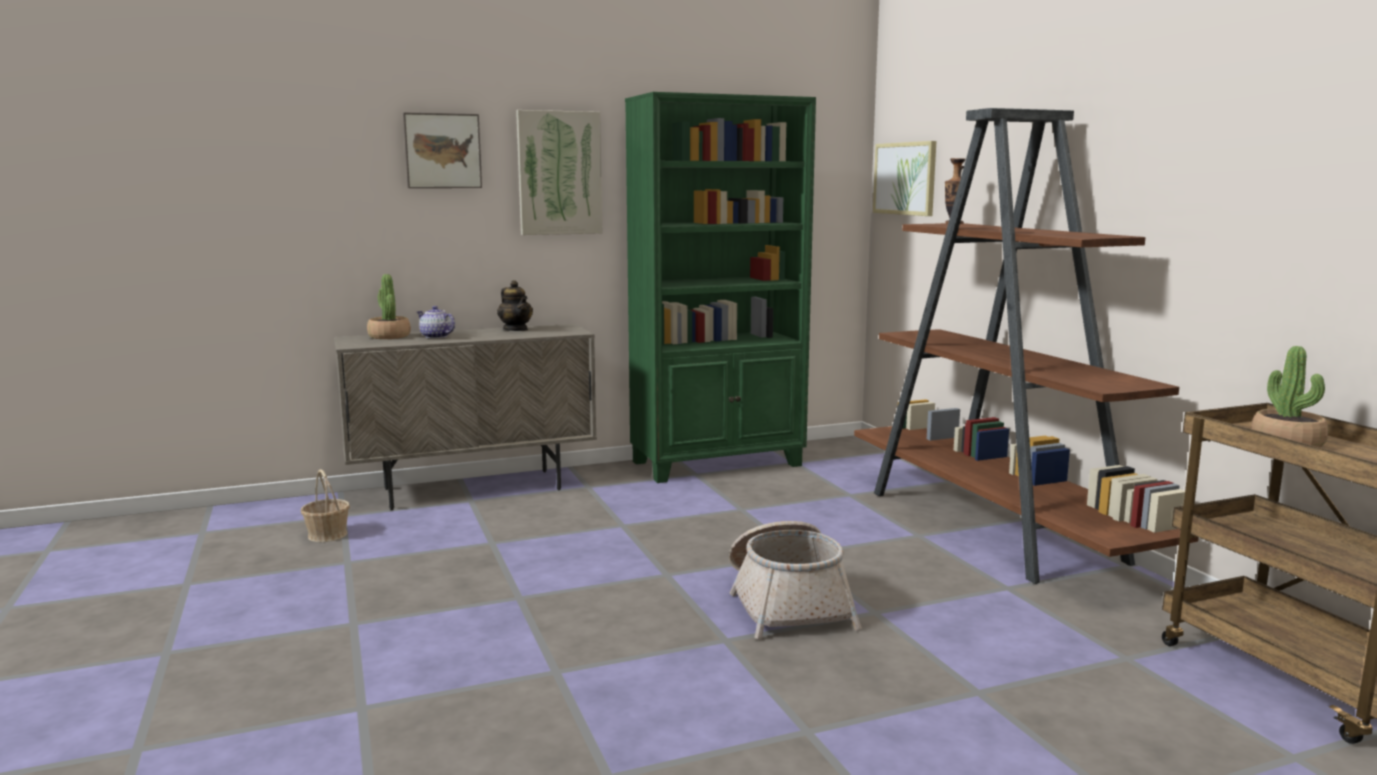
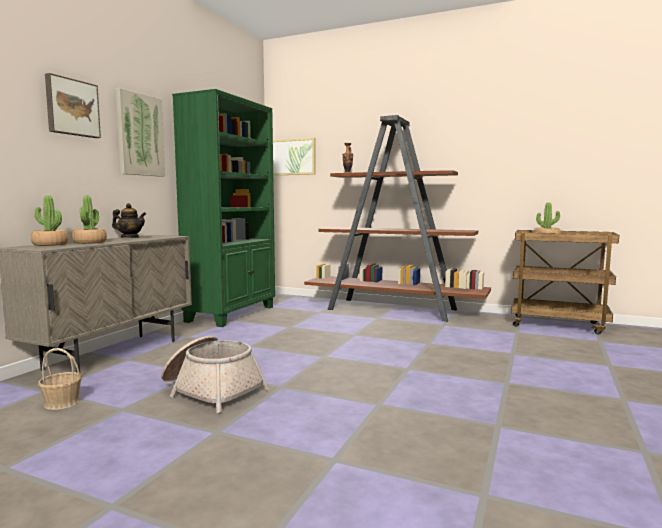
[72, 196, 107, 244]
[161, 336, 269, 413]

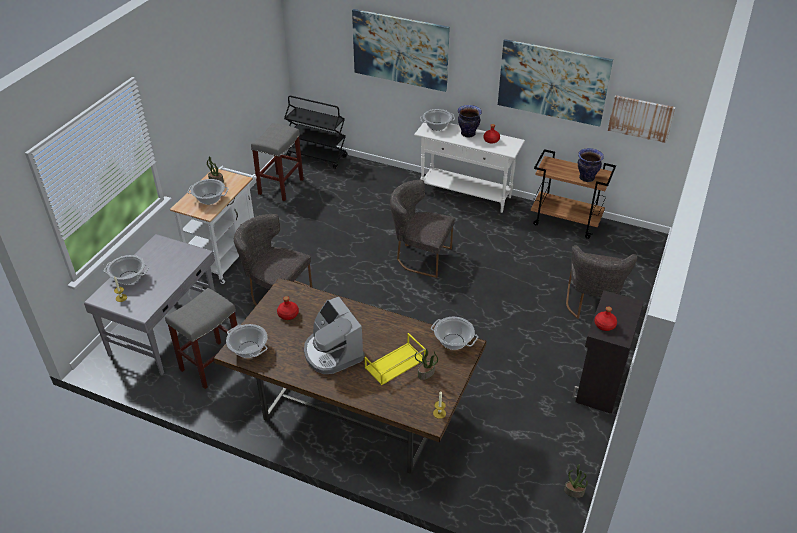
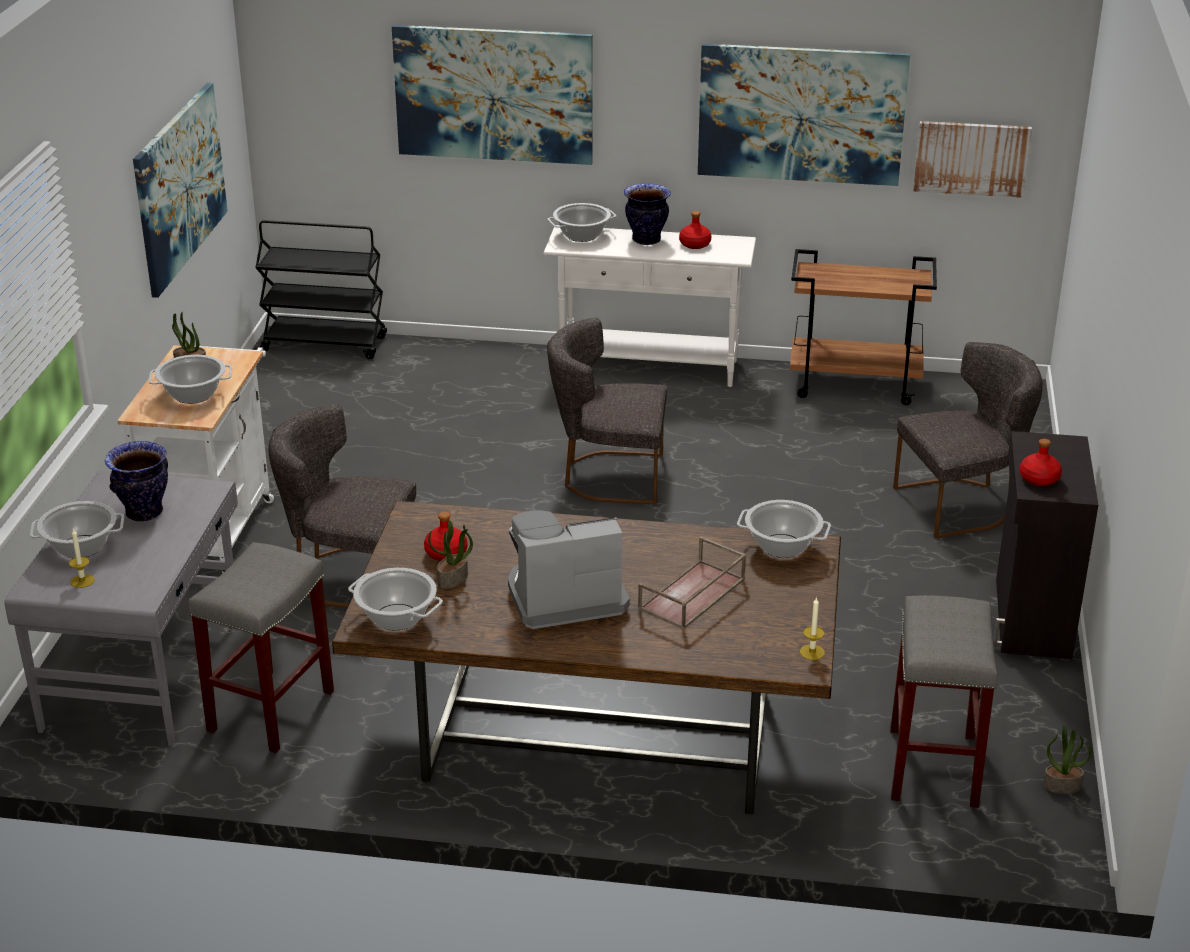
[890, 595, 997, 808]
[105, 441, 168, 522]
[893, 342, 1043, 539]
[508, 510, 630, 629]
[638, 537, 746, 630]
[428, 520, 473, 589]
[133, 83, 228, 298]

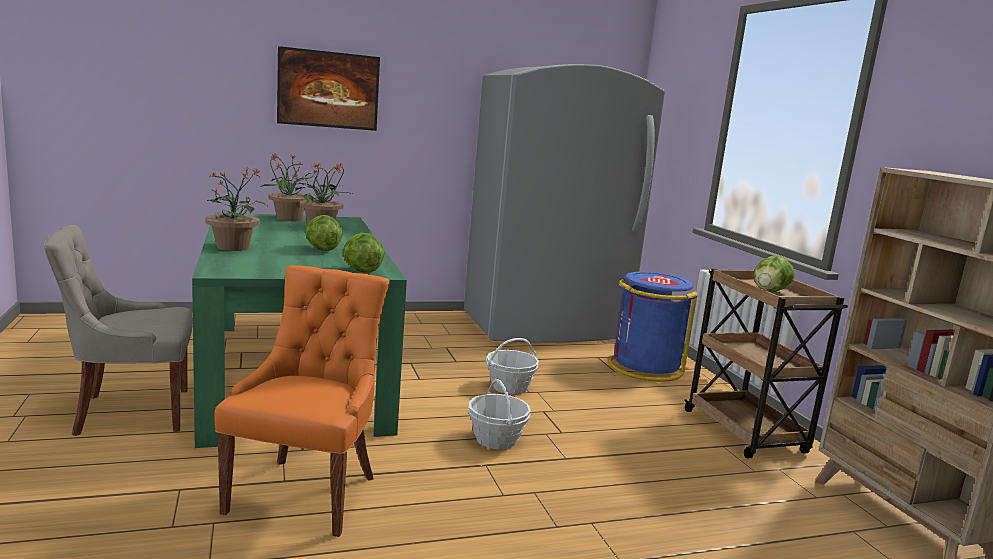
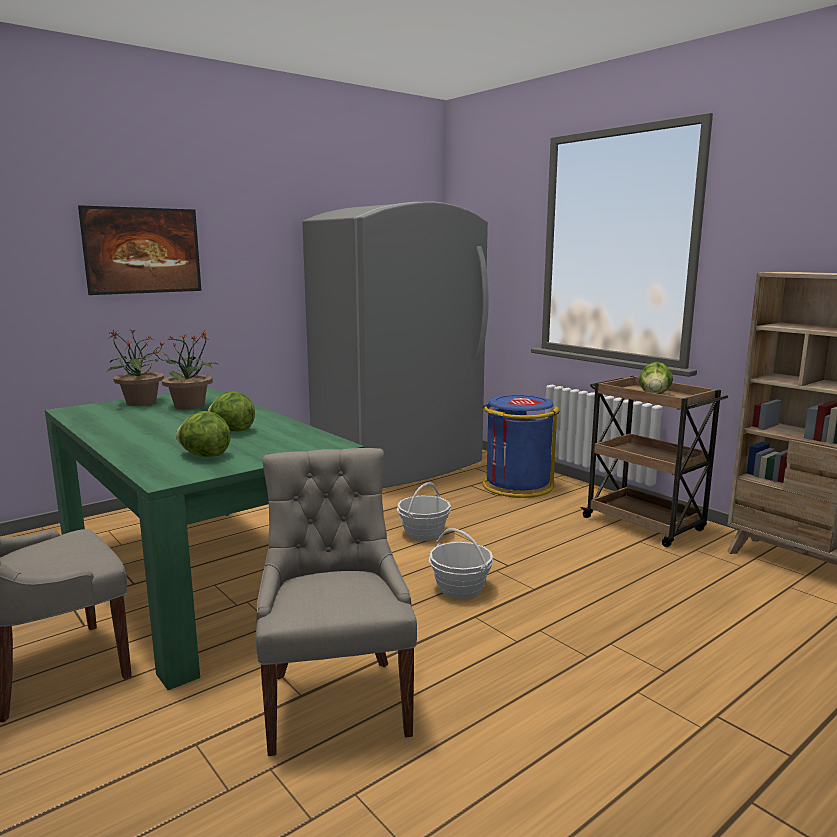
[205, 166, 267, 251] (first image)
[176, 411, 231, 457]
[255, 448, 417, 756]

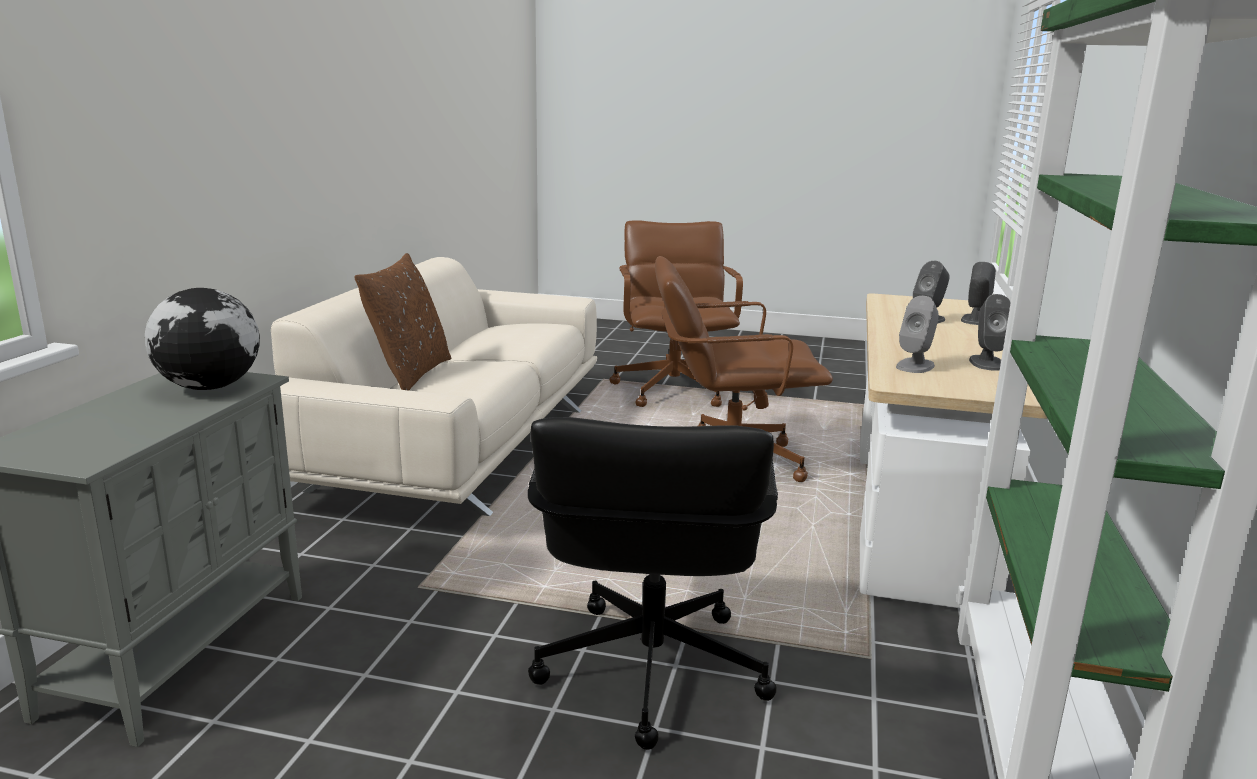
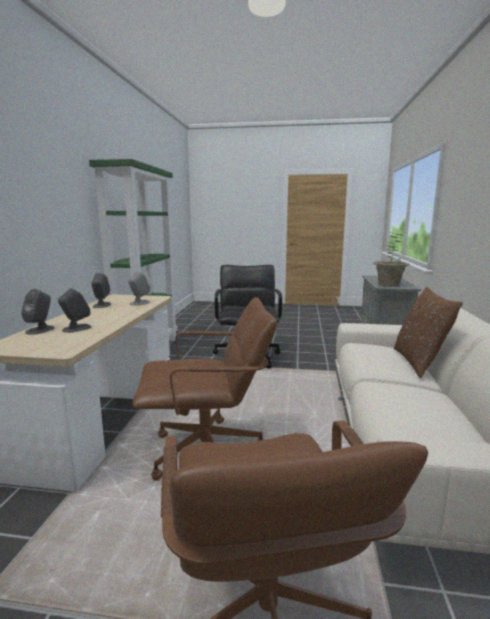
[373, 232, 409, 287]

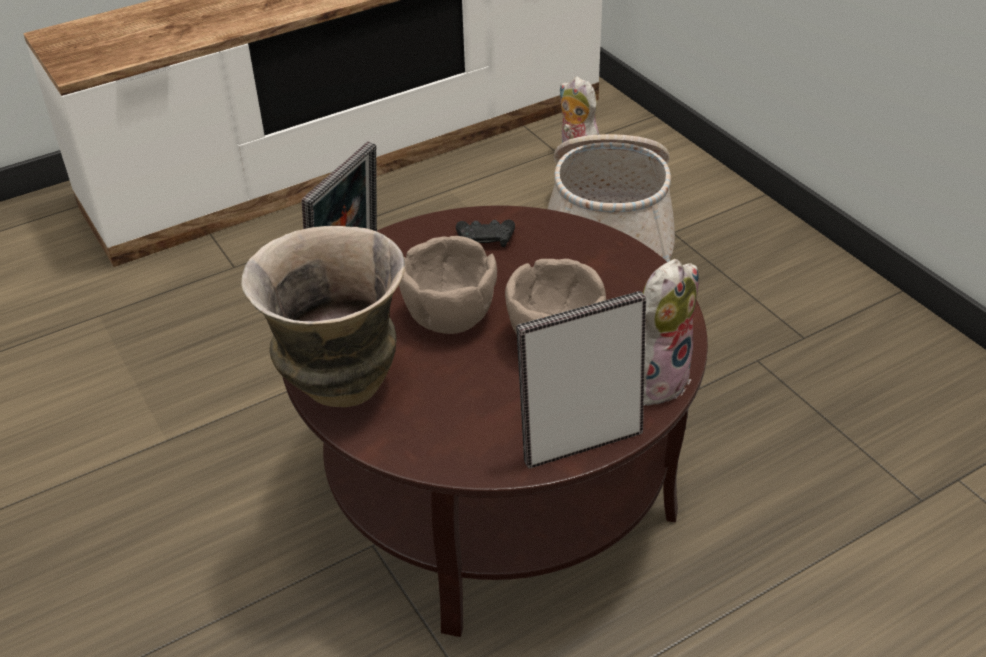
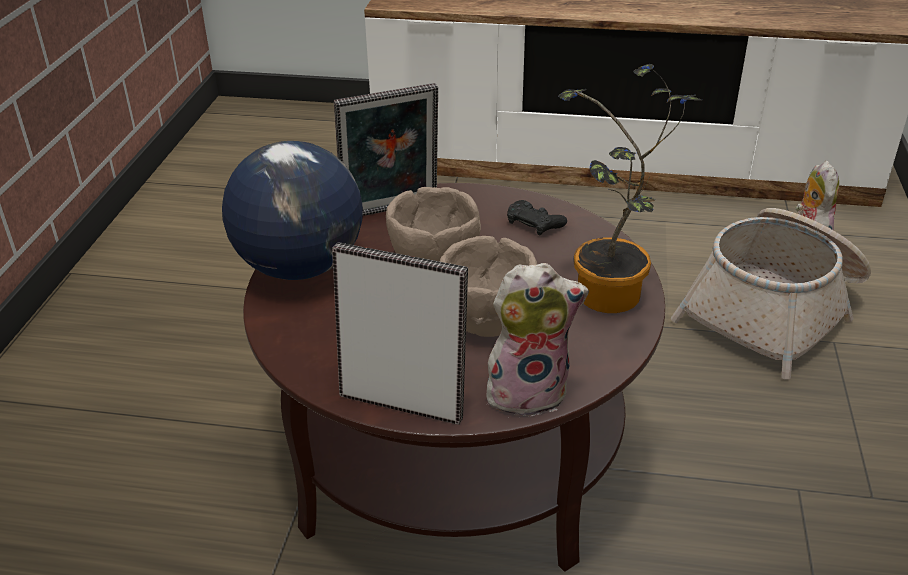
[222, 141, 363, 280]
[558, 64, 702, 313]

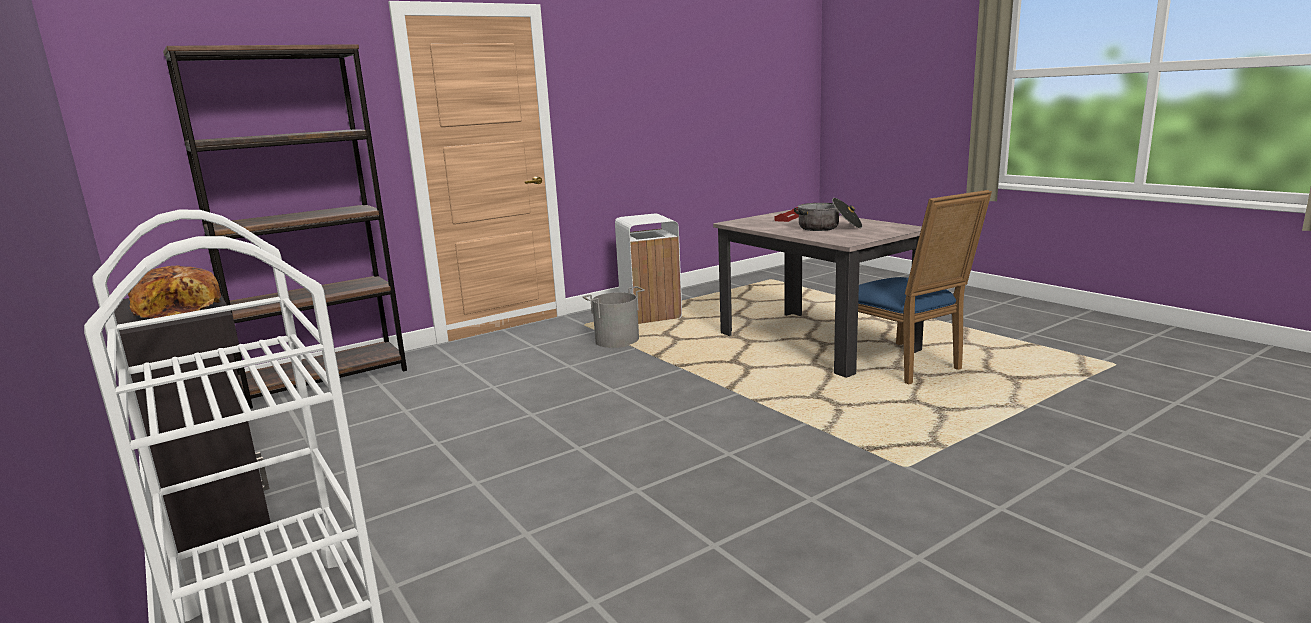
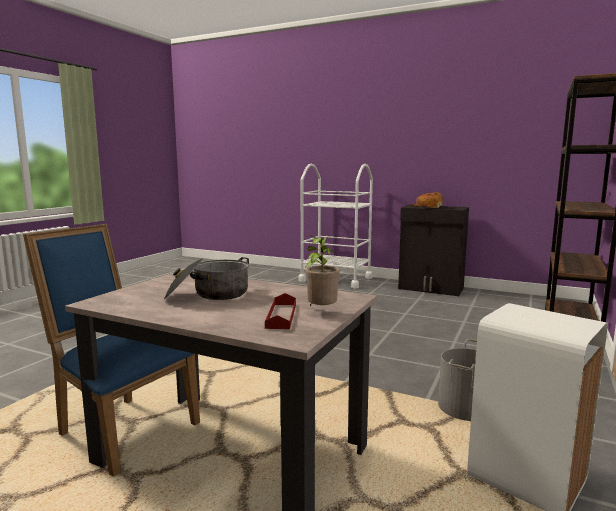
[305, 235, 340, 307]

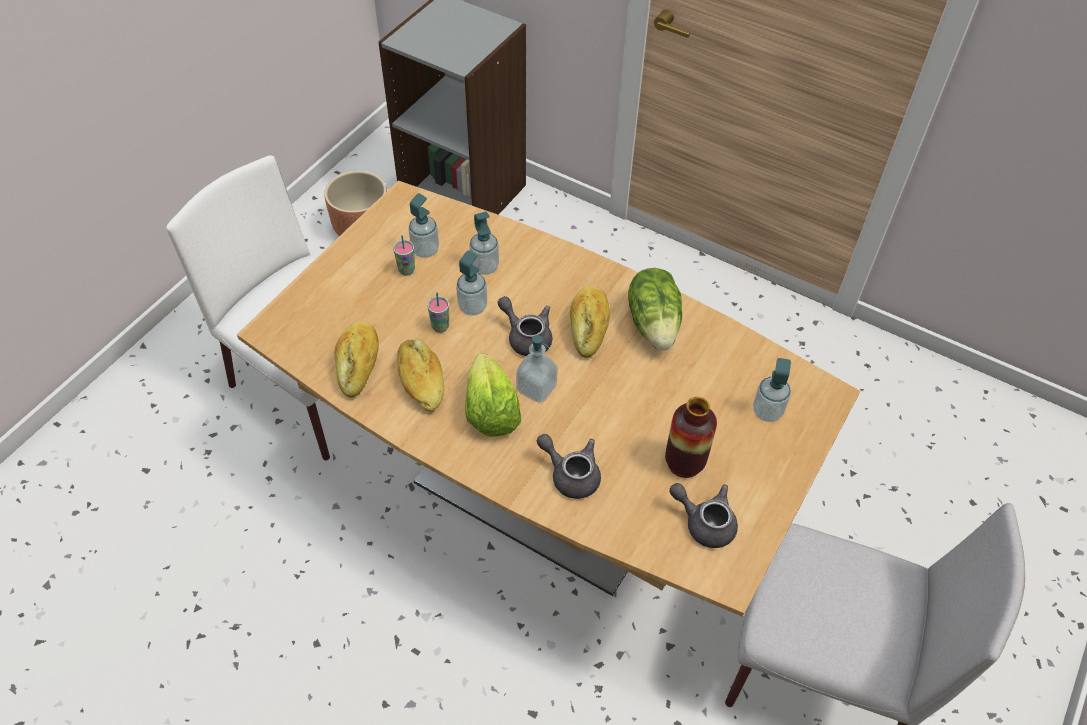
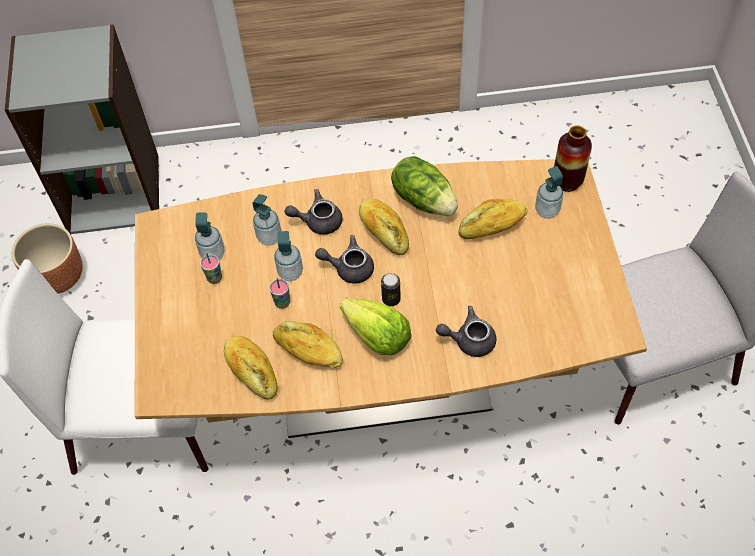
[381, 273, 401, 306]
[554, 125, 592, 192]
[285, 189, 342, 235]
[458, 199, 527, 239]

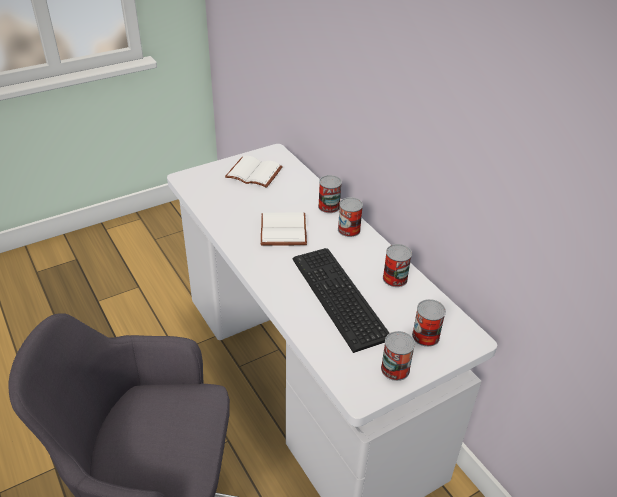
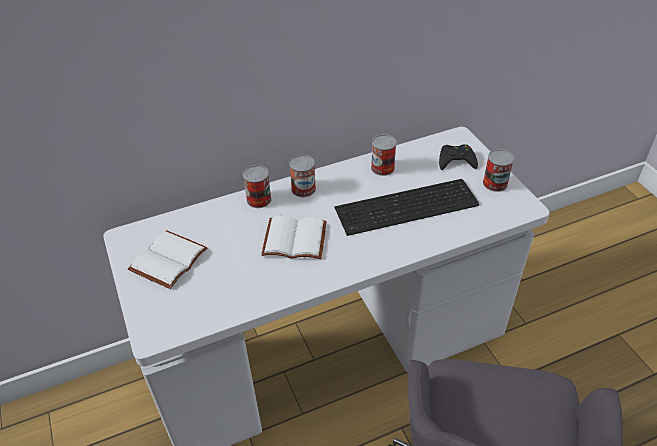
[439, 144, 478, 170]

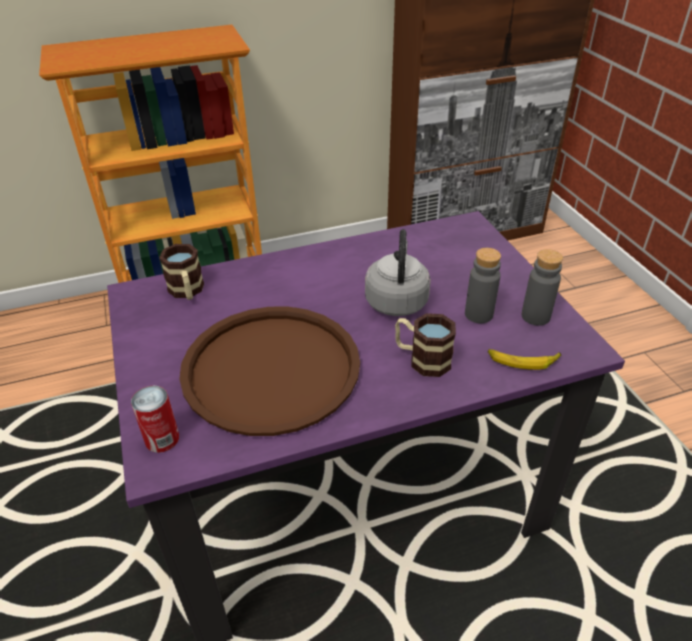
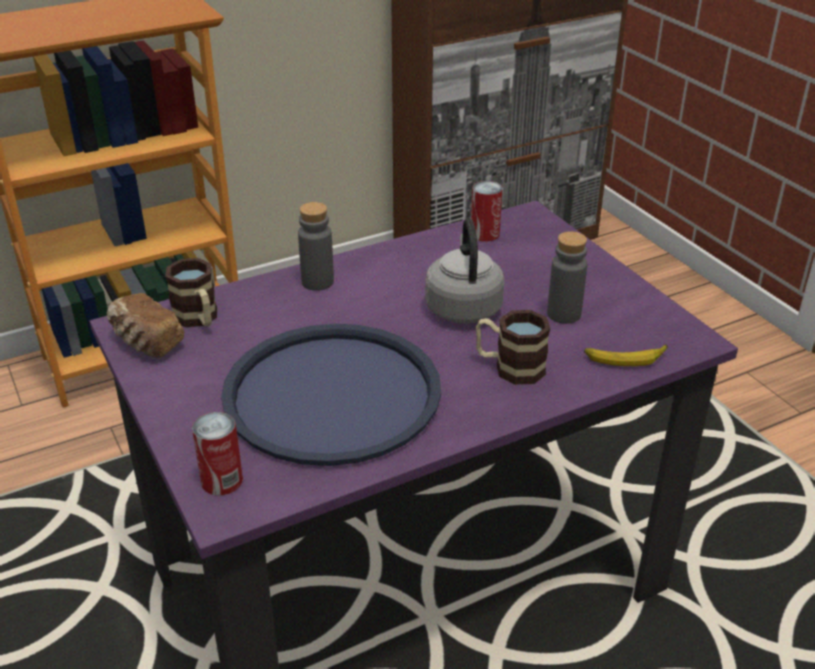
[298, 202, 334, 291]
[221, 324, 441, 466]
[471, 181, 503, 242]
[107, 293, 184, 358]

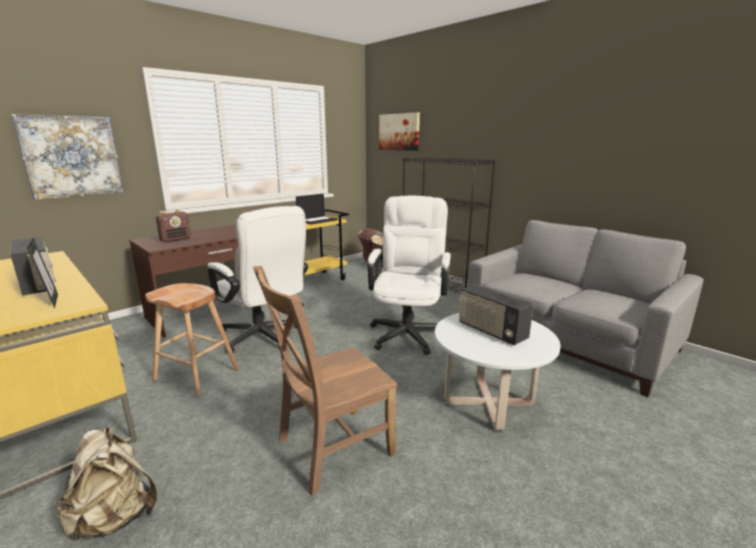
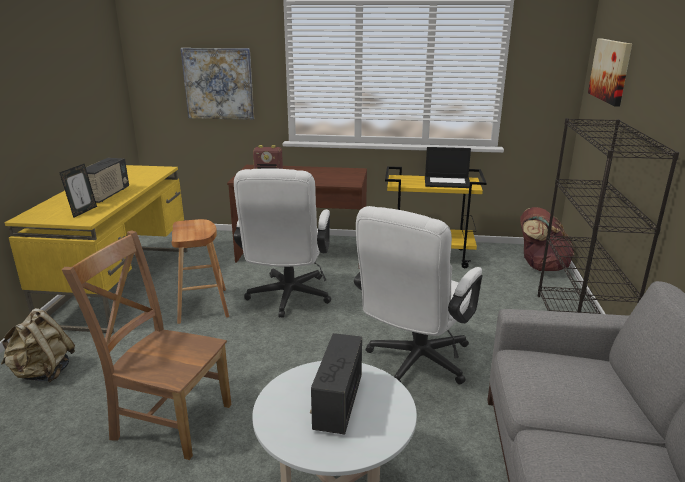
[354, 206, 482, 384]

